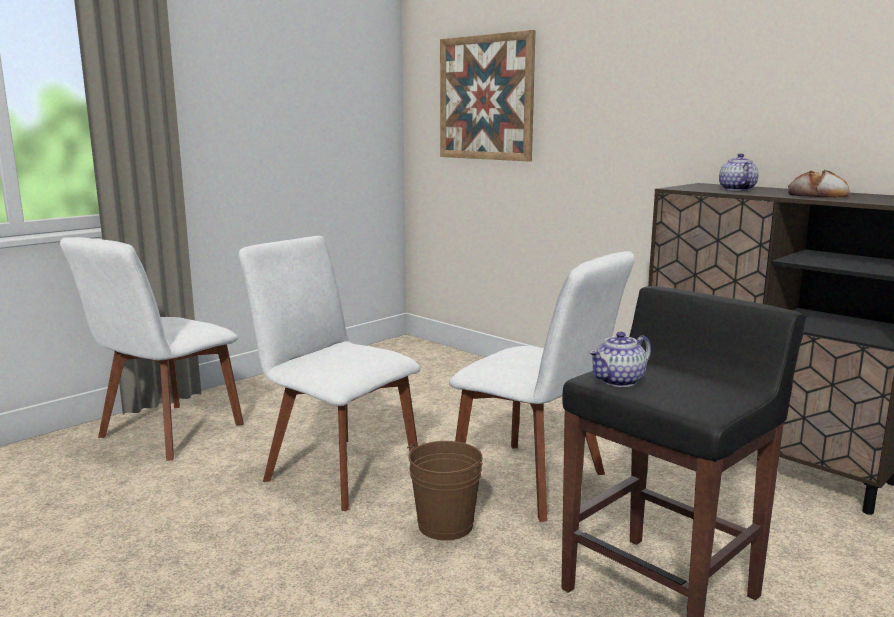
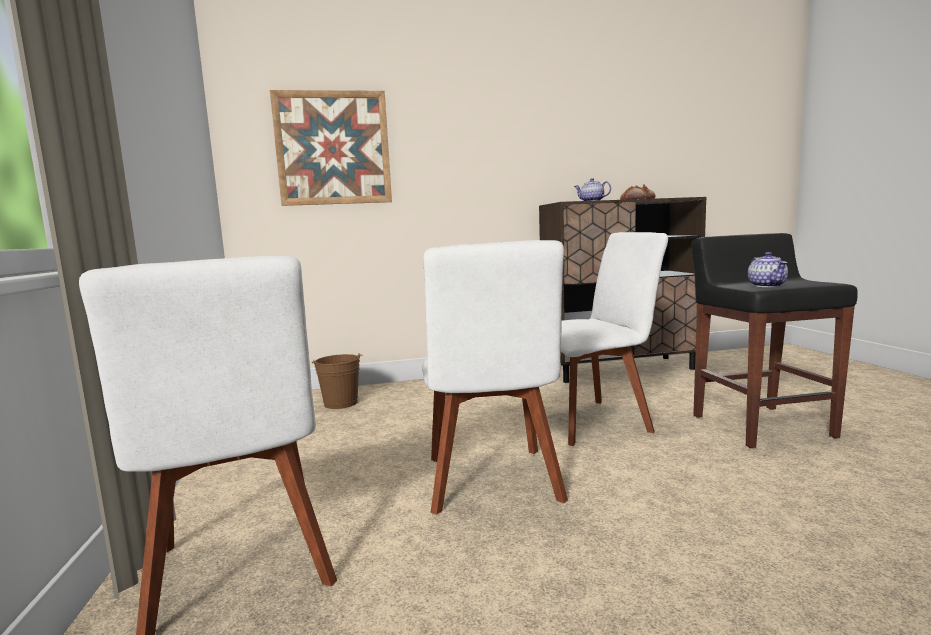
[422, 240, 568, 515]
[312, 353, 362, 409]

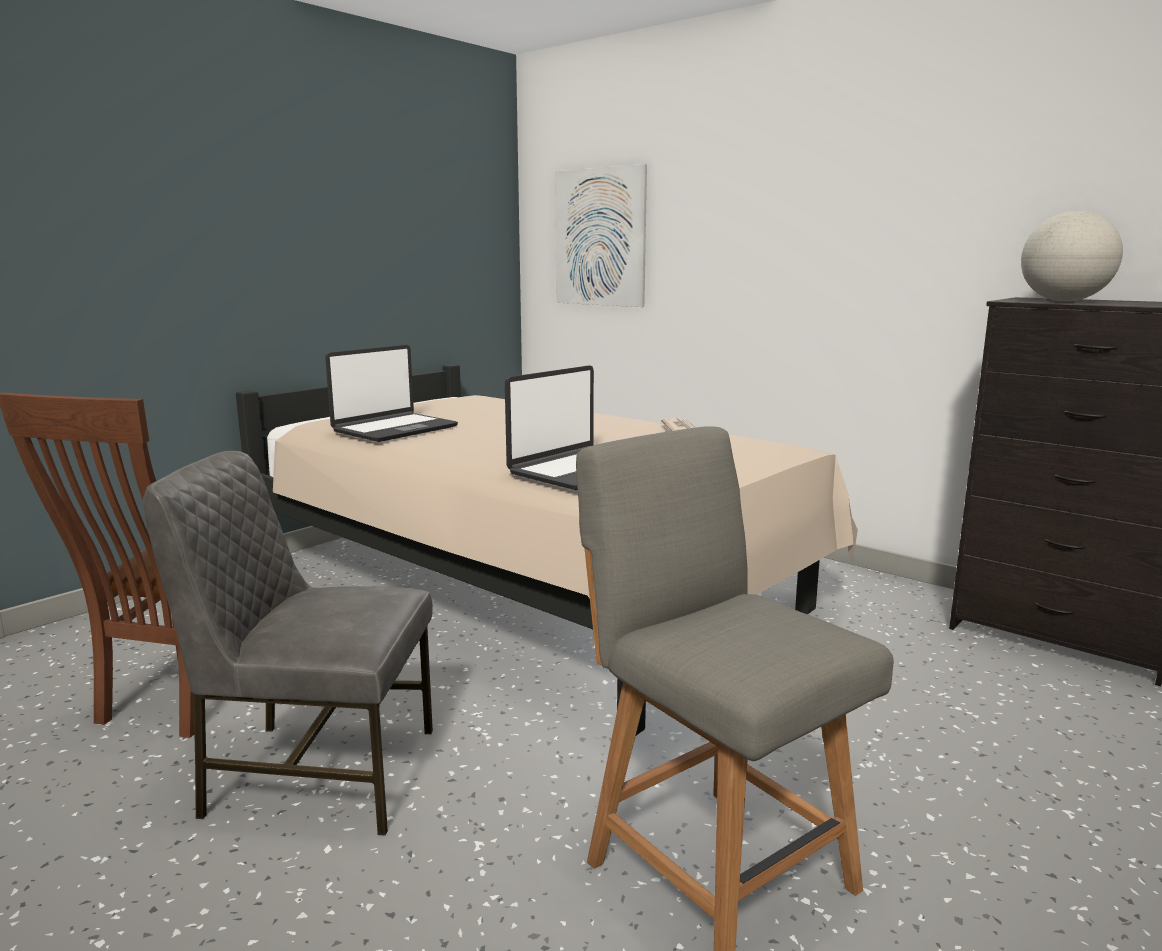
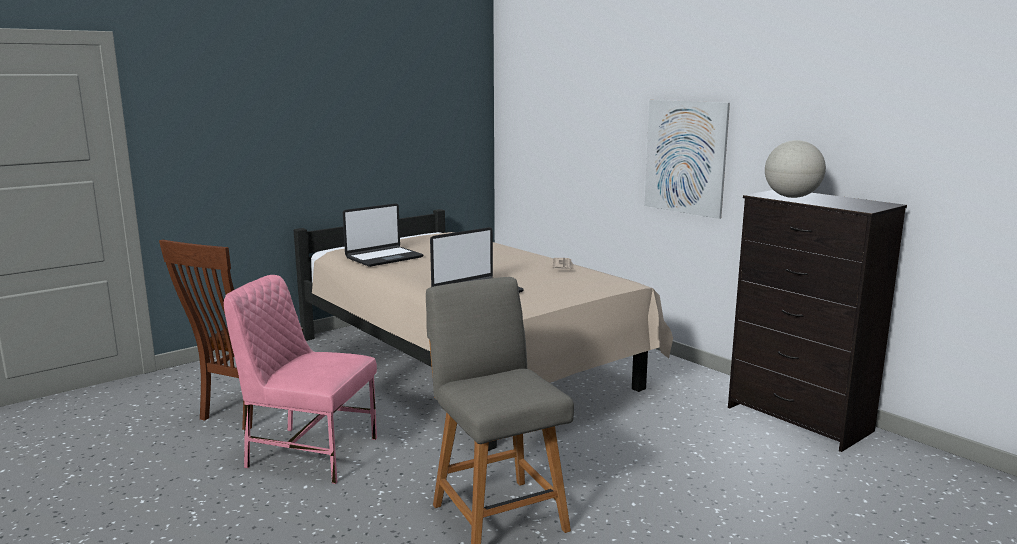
[644, 100, 730, 219]
[224, 275, 377, 484]

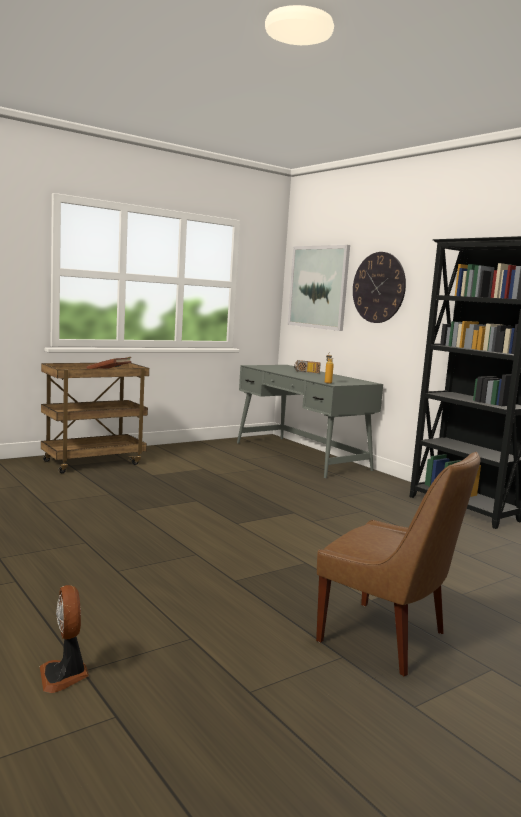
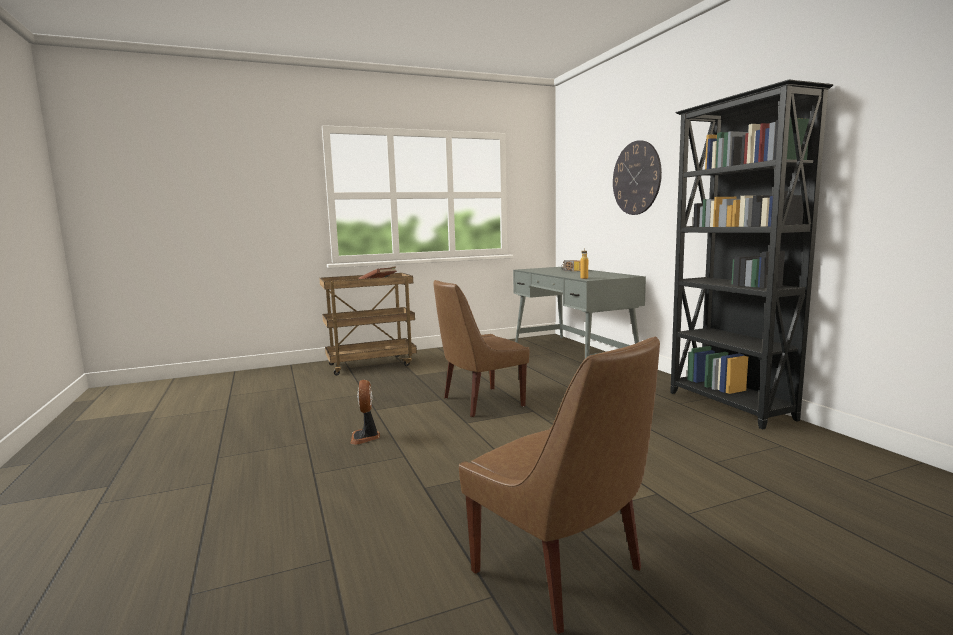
[288, 245, 350, 331] (first image)
[350, 380, 380, 445]
[433, 280, 529, 417]

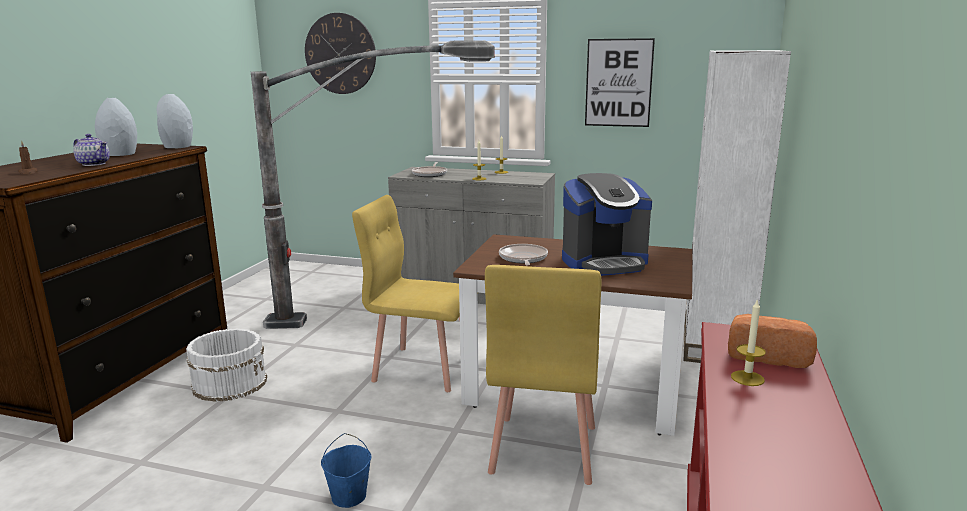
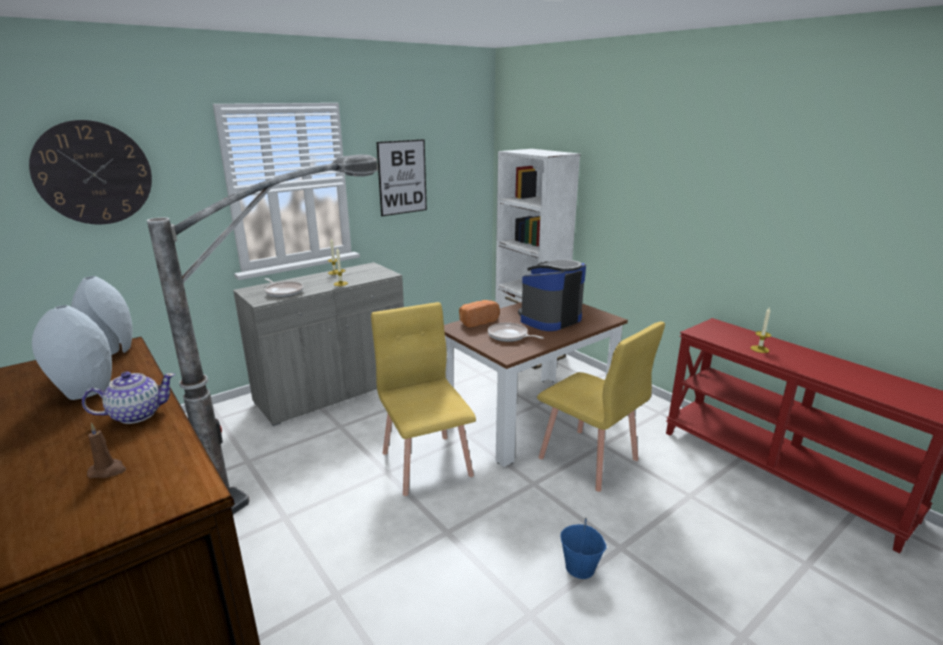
[518, 259, 586, 331]
[371, 302, 476, 496]
[459, 300, 500, 328]
[186, 328, 267, 402] (first image)

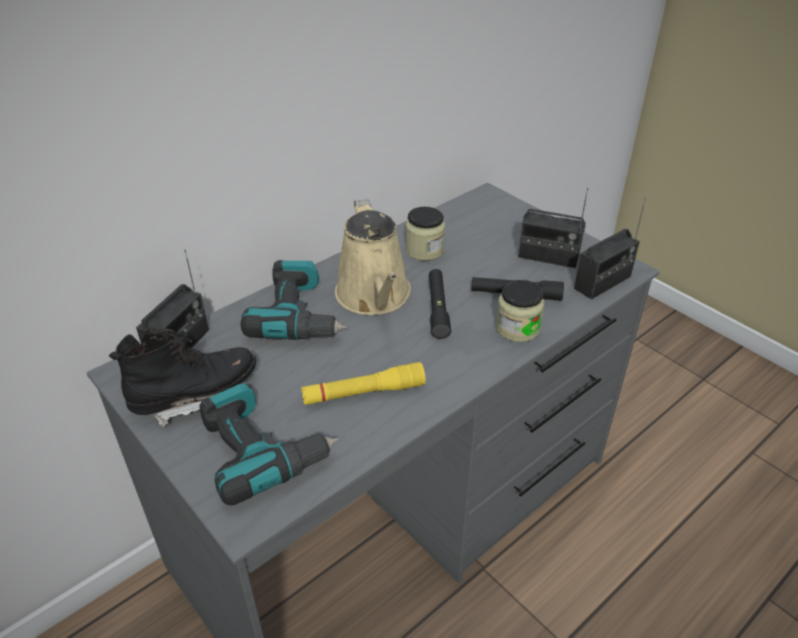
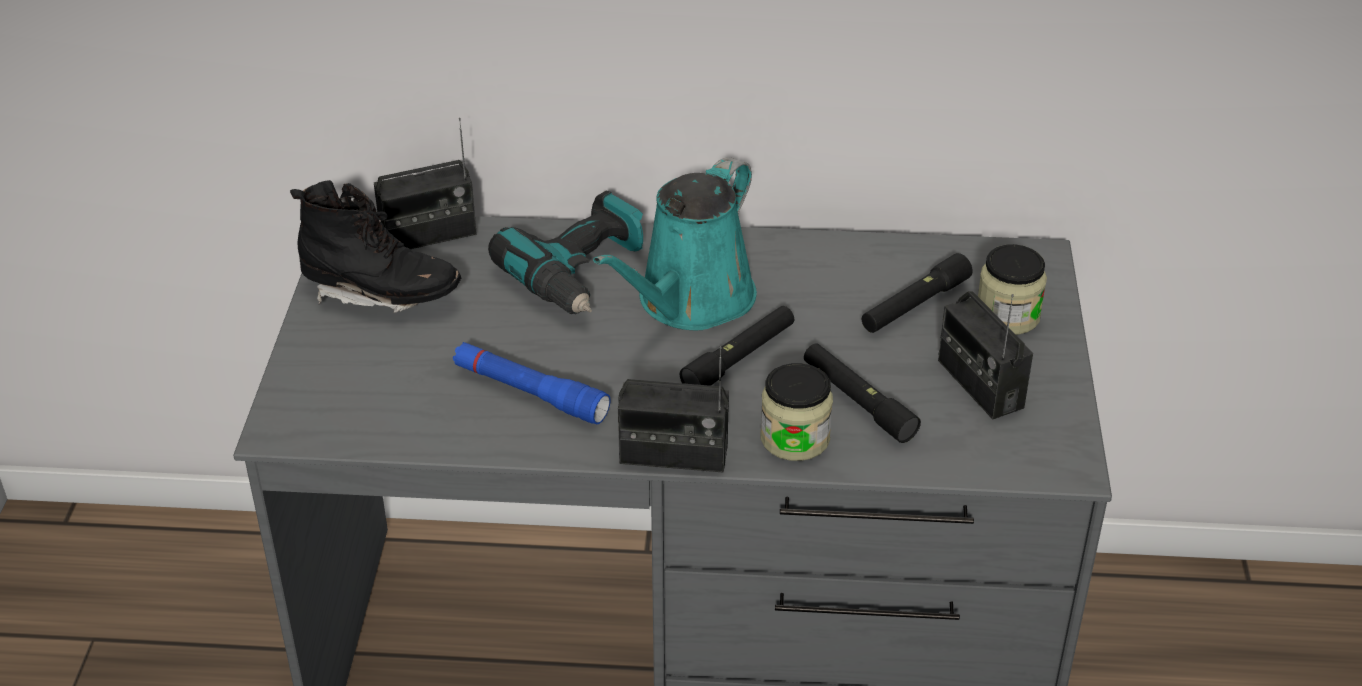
[618, 346, 729, 472]
[593, 157, 757, 331]
[978, 244, 1047, 335]
[453, 342, 611, 424]
[199, 383, 339, 505] (first image)
[862, 253, 972, 333]

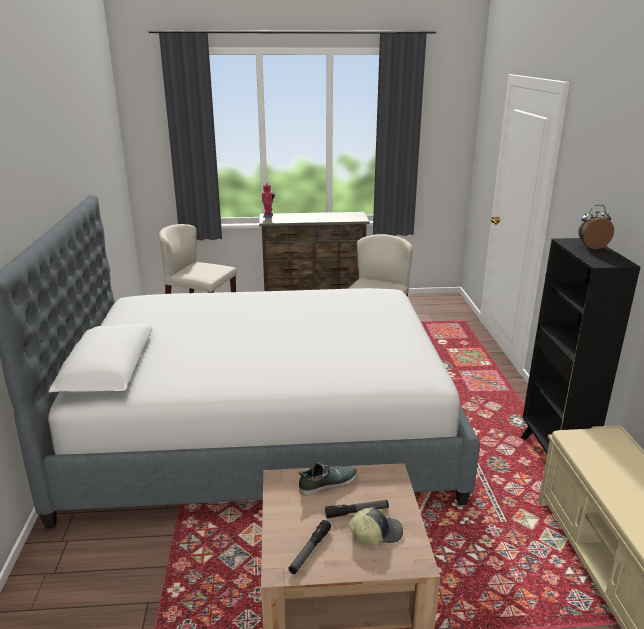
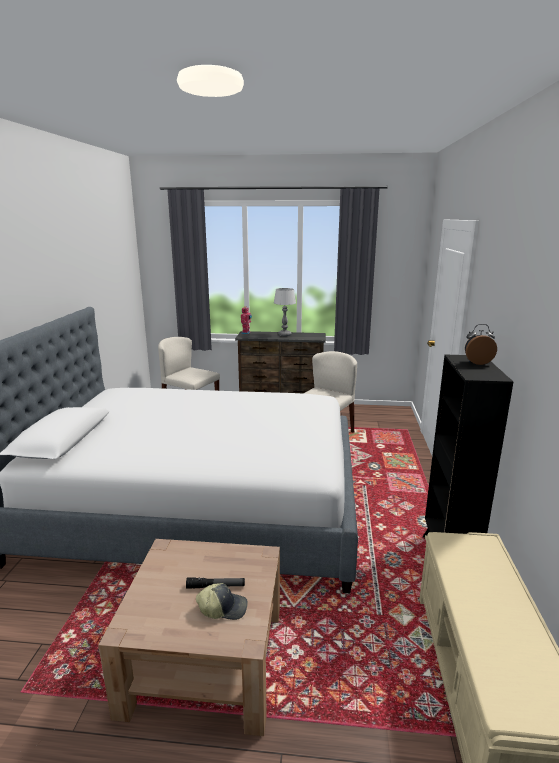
[298, 462, 357, 495] (first image)
[289, 520, 331, 574] (first image)
[274, 288, 296, 336]

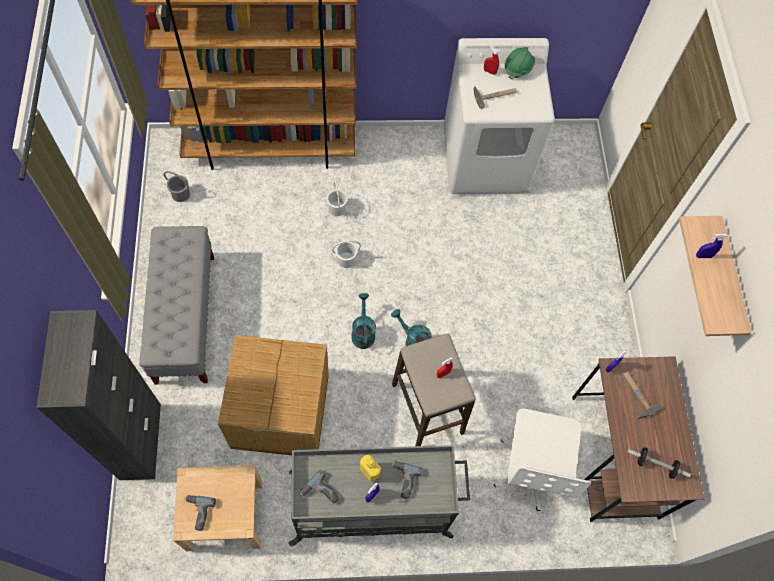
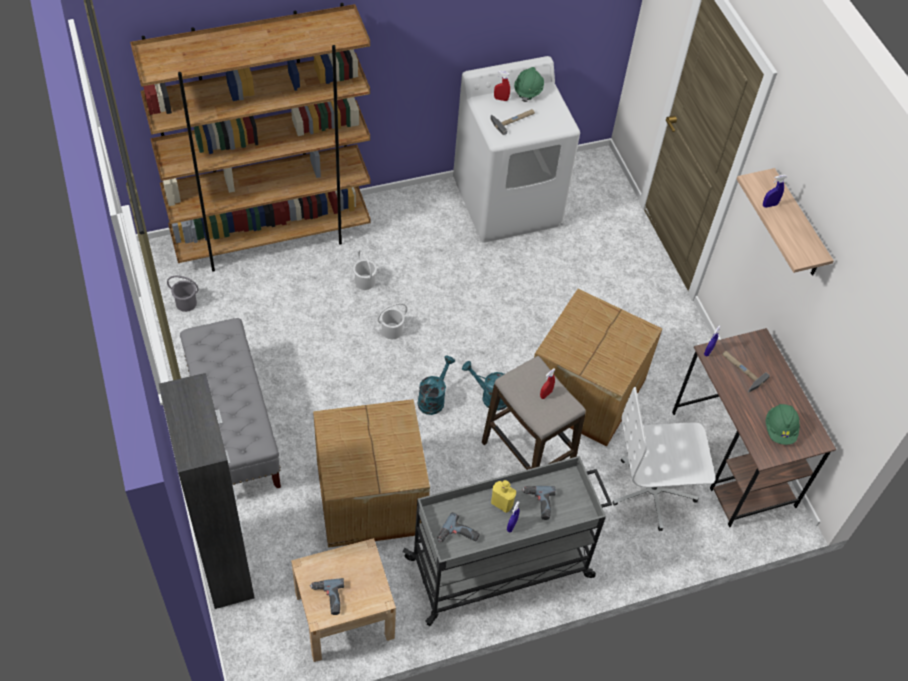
[418, 355, 455, 415]
[612, 387, 715, 531]
[766, 404, 800, 445]
[534, 289, 662, 447]

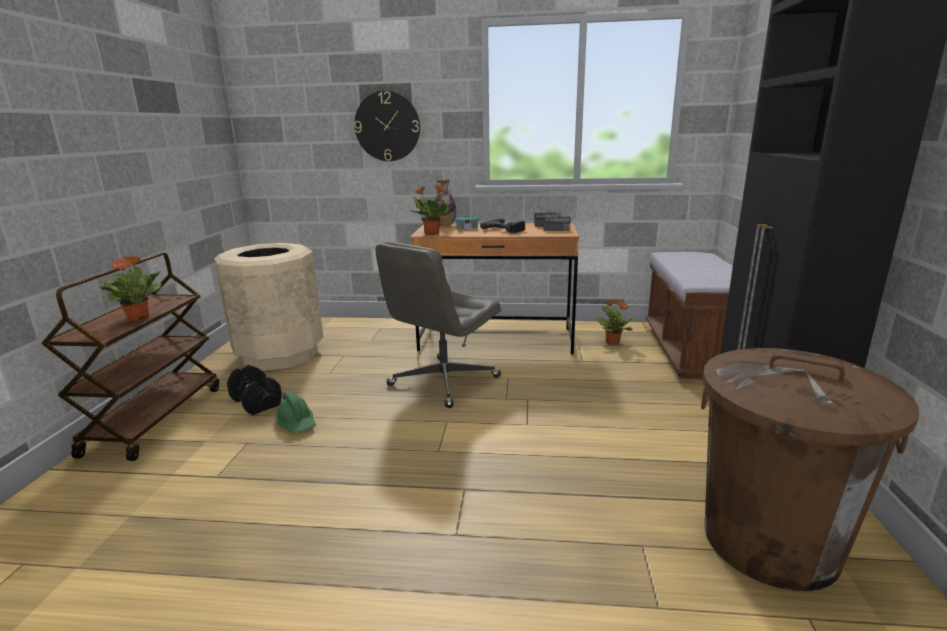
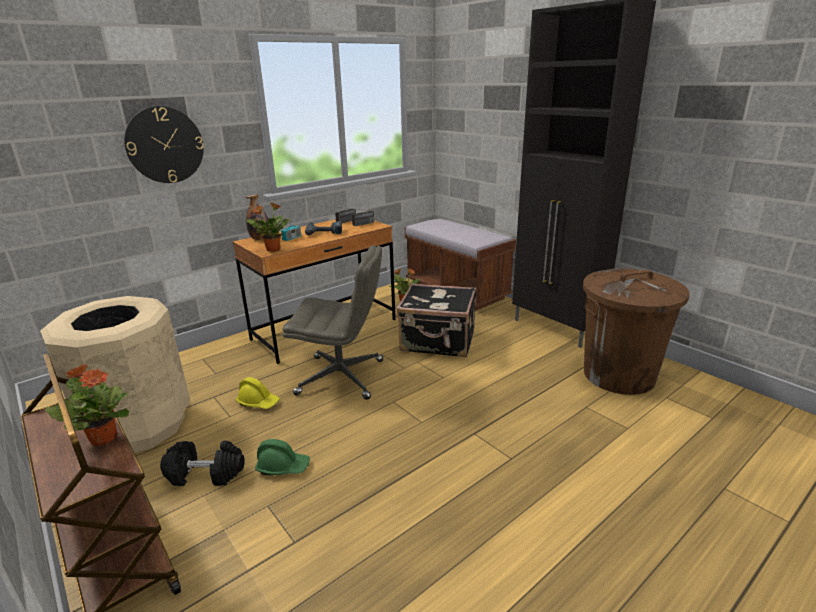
[282, 245, 383, 400]
[396, 283, 476, 357]
[236, 377, 280, 409]

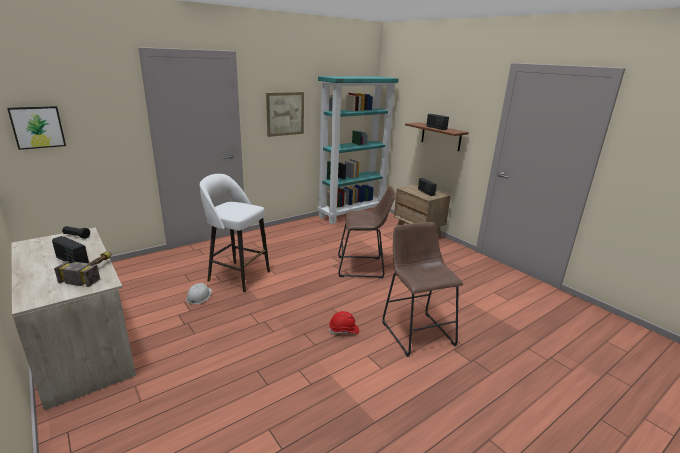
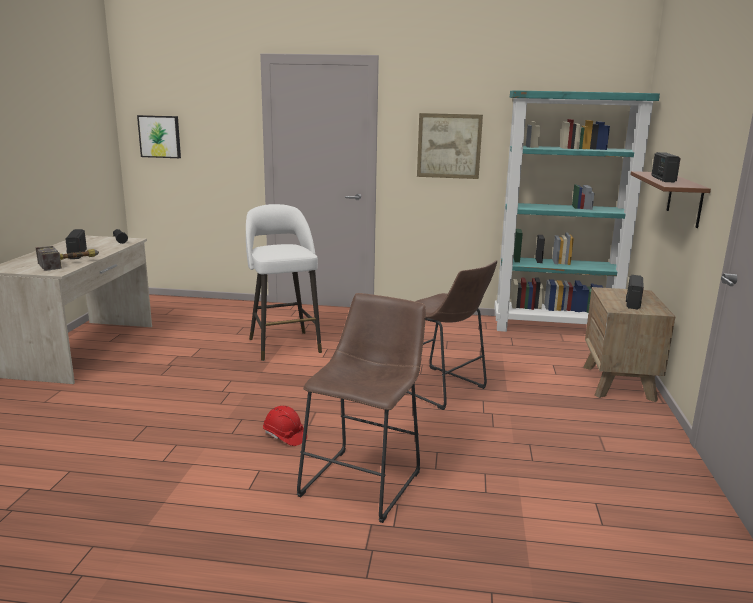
[186, 283, 212, 305] (first image)

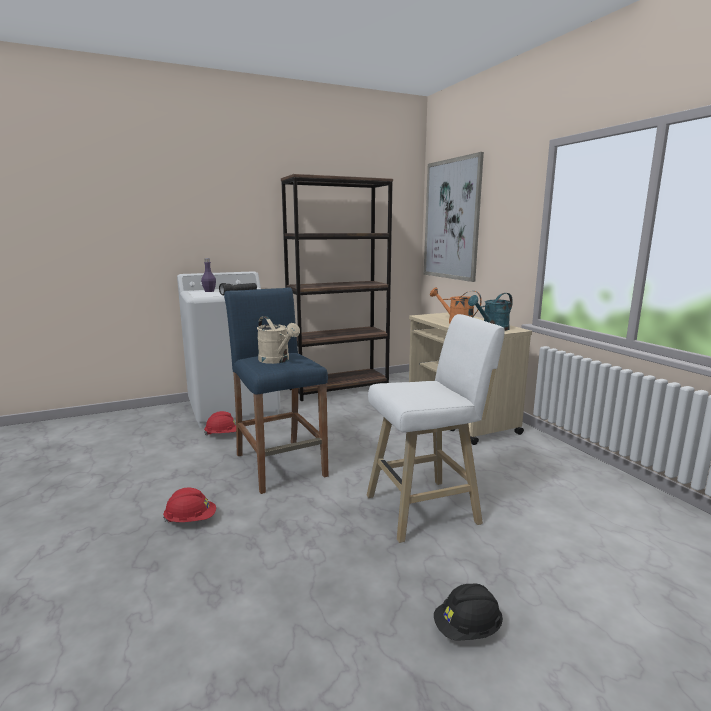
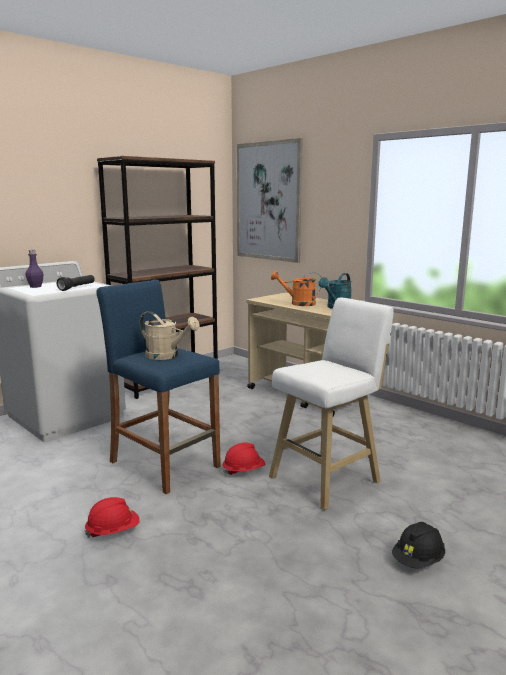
[223, 443, 265, 475]

